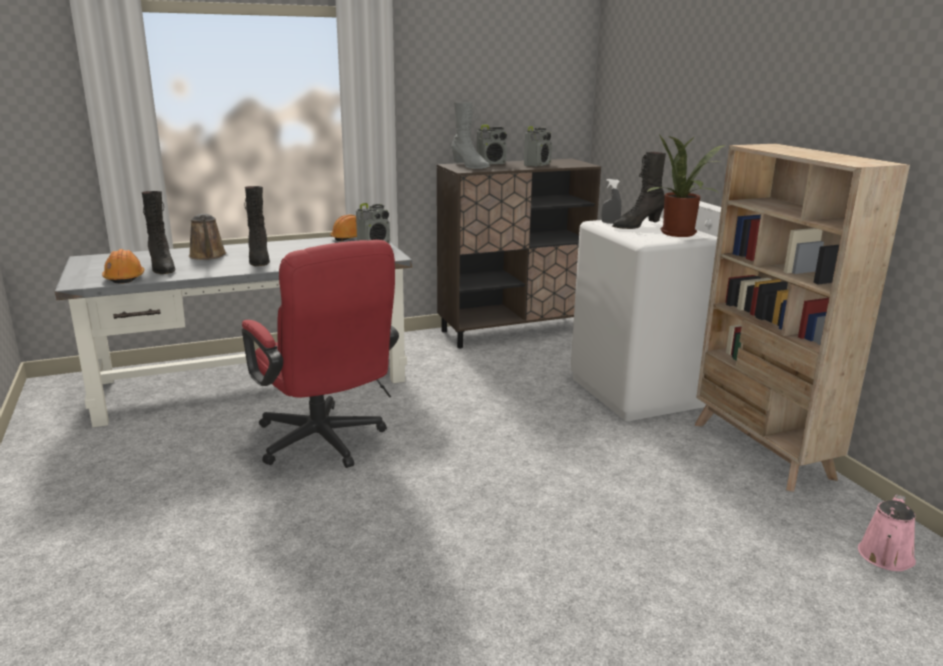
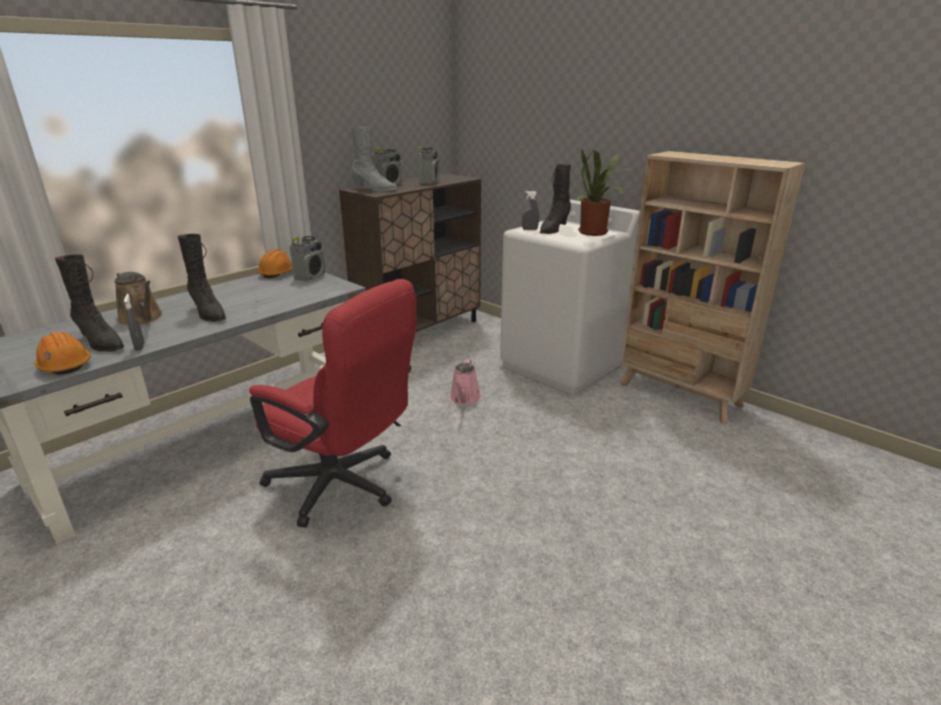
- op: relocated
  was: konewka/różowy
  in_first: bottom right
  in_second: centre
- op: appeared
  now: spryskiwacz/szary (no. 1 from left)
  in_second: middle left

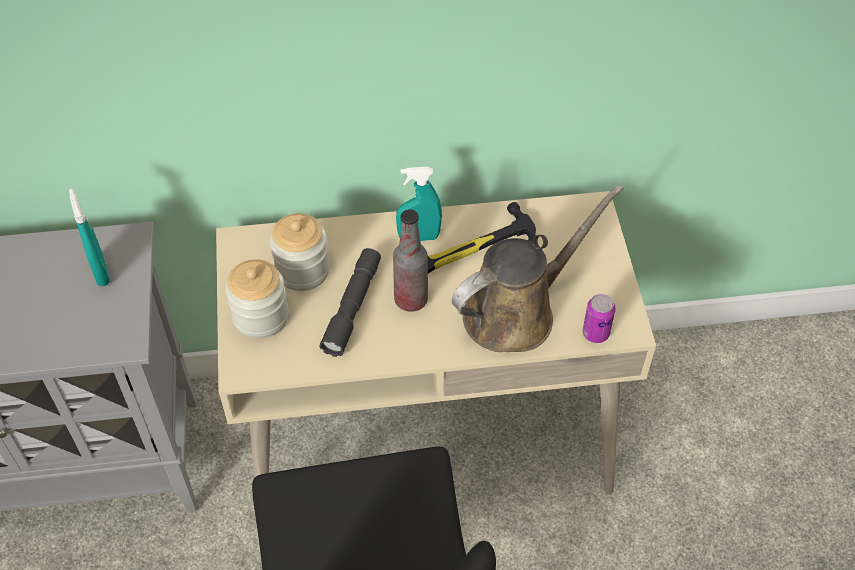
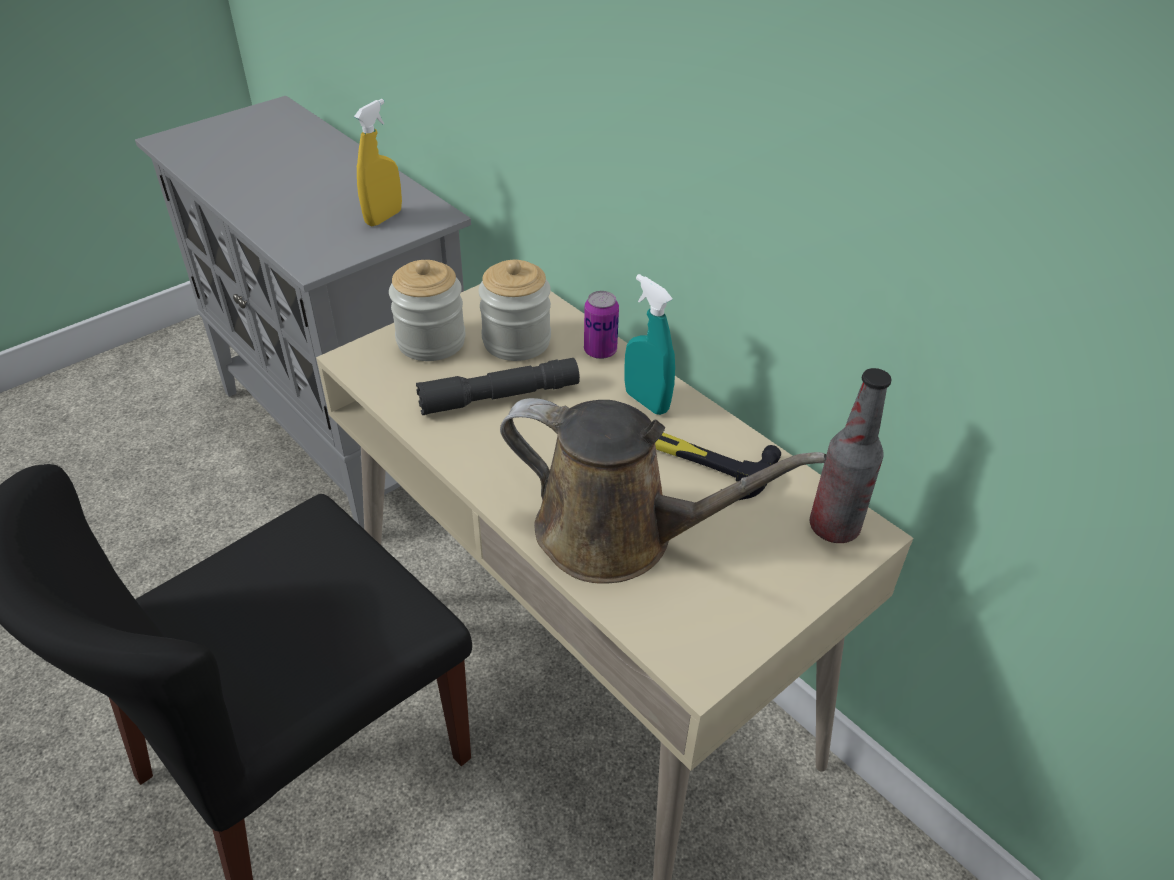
- op: colour
  was: spryskiwacz/turkusowy (no. 1 from left)
  now: spryskiwacz/żółty
  in_first: middle left
  in_second: top left
- op: relocated
  was: butelka
  in_first: centre
  in_second: middle right
- op: relocated
  was: puszka
  in_first: middle right
  in_second: centre

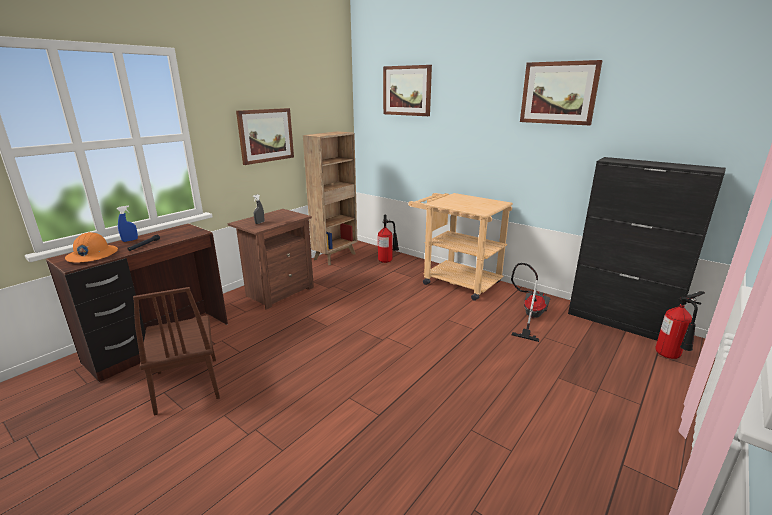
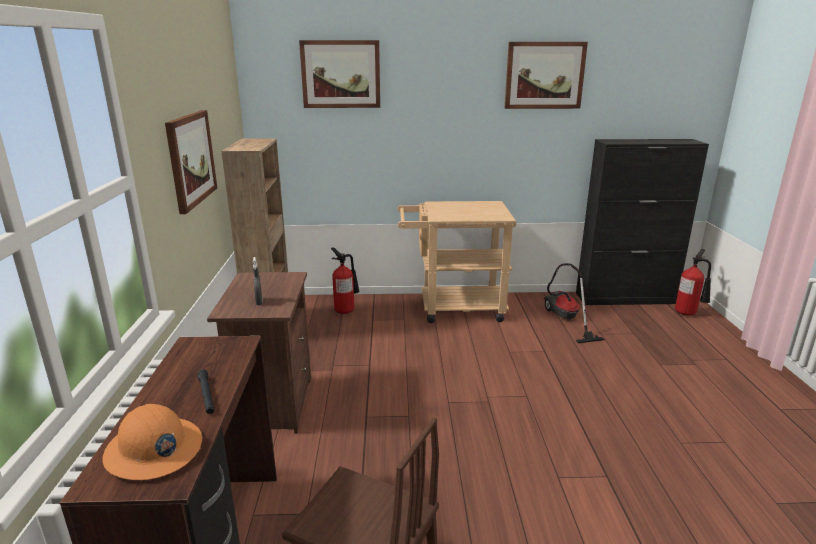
- op: missing
  was: spryskiwacz/niebieski
  in_first: middle left

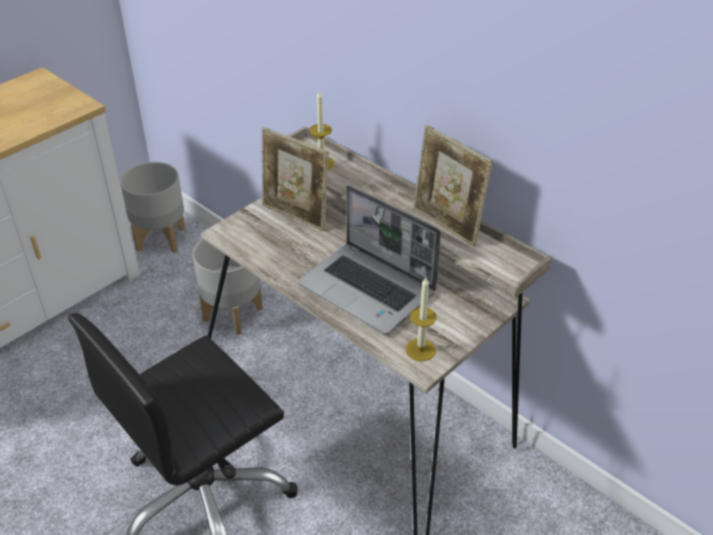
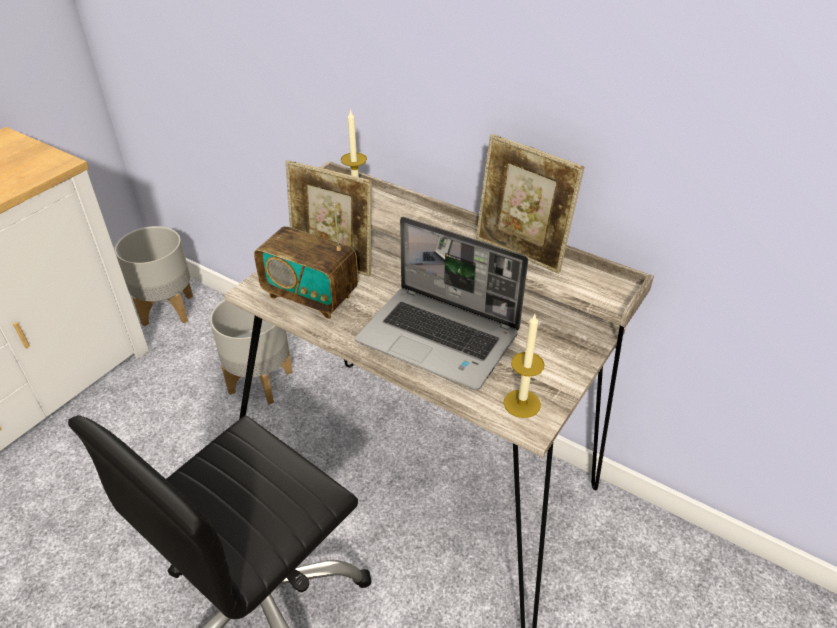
- op: appeared
  now: radio
  in_second: centre

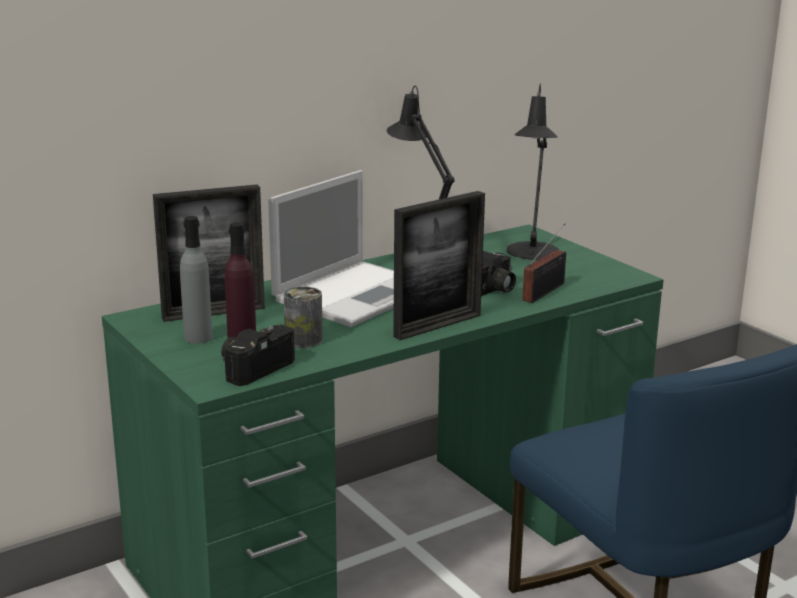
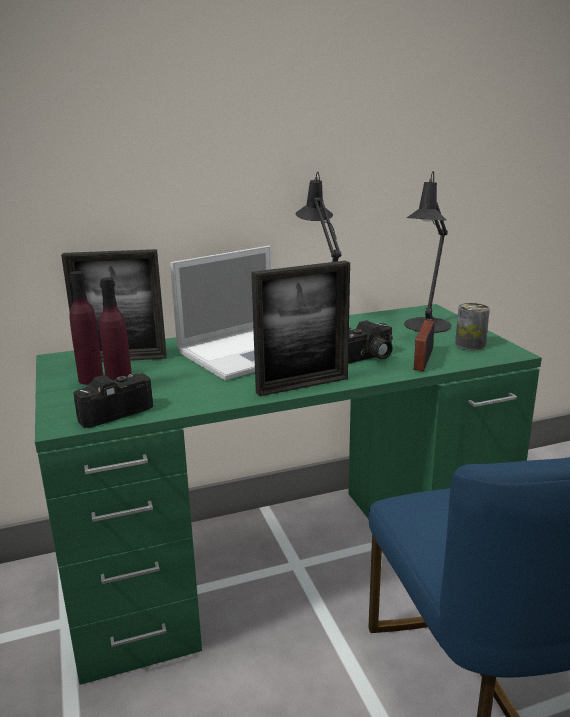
- op: colour
  was: butelka/szary
  now: butelka/fioletowy (no. 1 from left)
  in_first: middle left
  in_second: middle left
- op: spun
  was: radio
  in_first: middle right
  in_second: middle right
  clockwise: 150
- op: relocated
  was: puszka
  in_first: centre
  in_second: middle right

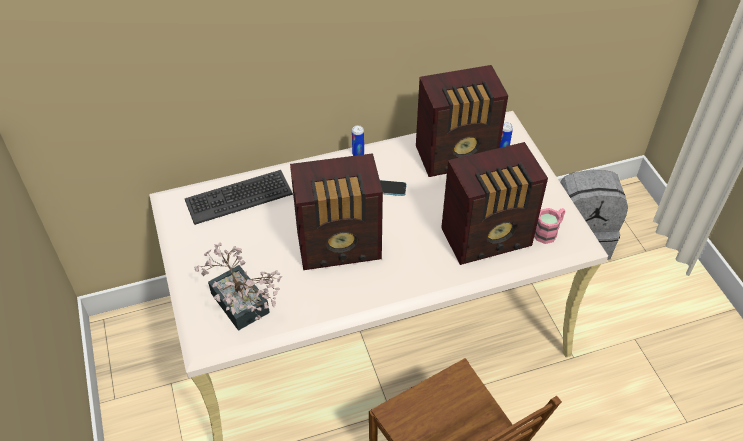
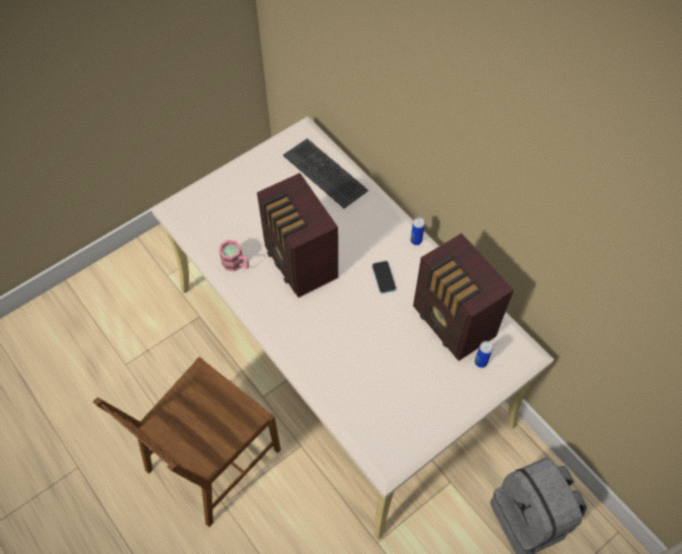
- op: missing
  was: radio (no. 3 from left)
  in_first: centre
- op: relocated
  was: kubek/różowy
  in_first: middle right
  in_second: centre
- op: missing
  was: roślina doniczkowa
  in_first: middle left

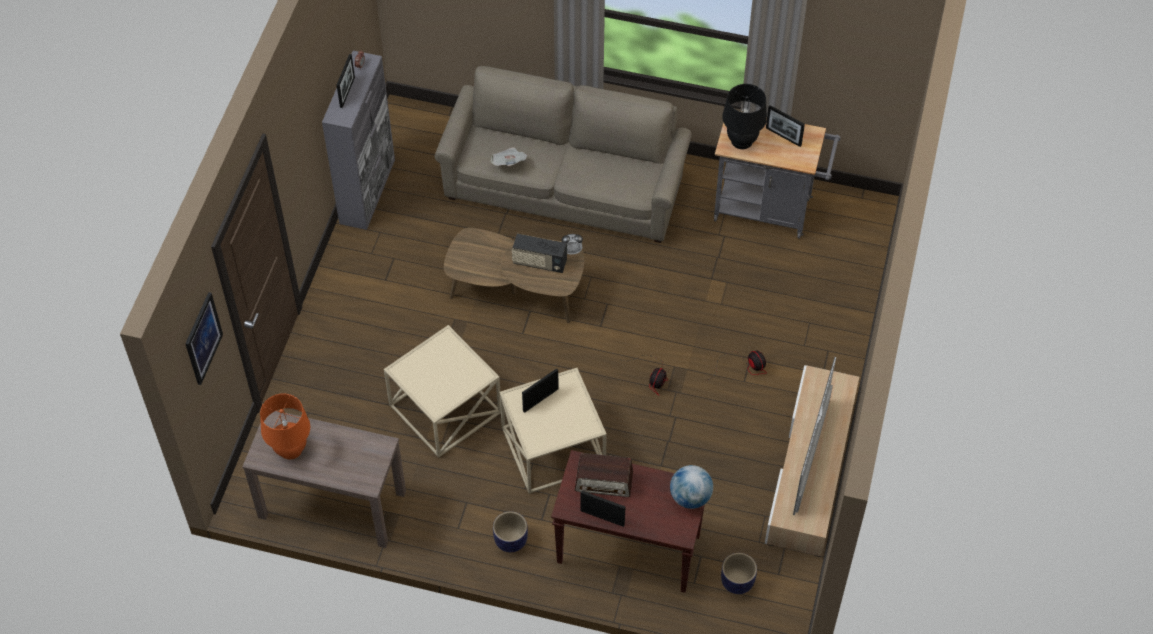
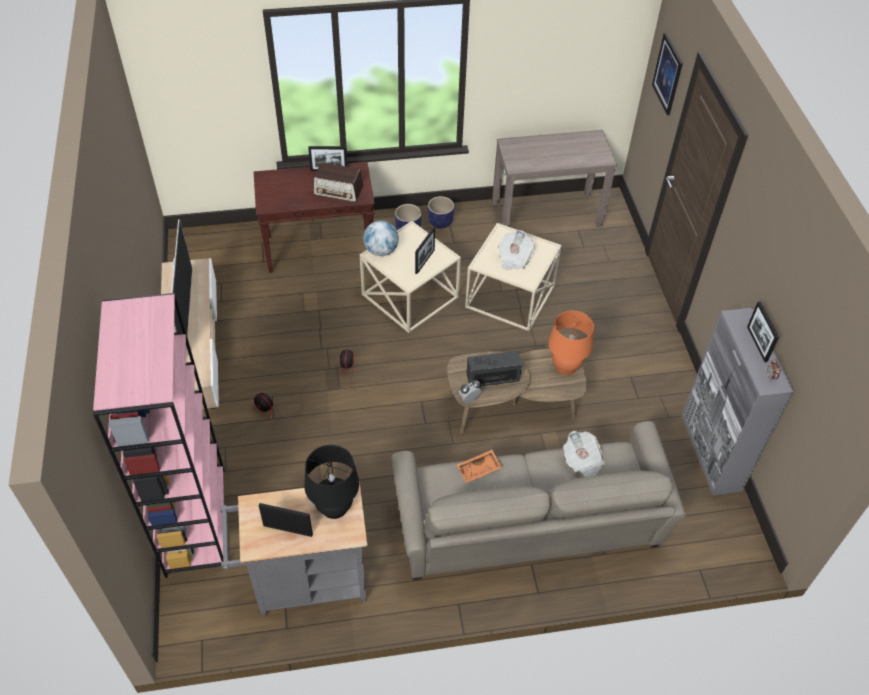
- op: relocated
  was: lampa stołowa/pomarańczowy
  in_first: bottom left
  in_second: centre
- op: spun
  was: radio (no. 2 from left in the first image)
  in_first: bottom centre
  in_second: top centre
  clockwise: -150
- op: relocated
  was: globus
  in_first: bottom centre
  in_second: centre
- op: relocated
  was: donica (no. 2 from left)
  in_first: bottom centre
  in_second: top centre
- op: appeared
  now: gazeta (no. 1 from left)
  in_second: centre
- op: appeared
  now: regał/różowy
  in_second: middle left
- op: appeared
  now: taca/pomarańczowy
  in_second: bottom centre

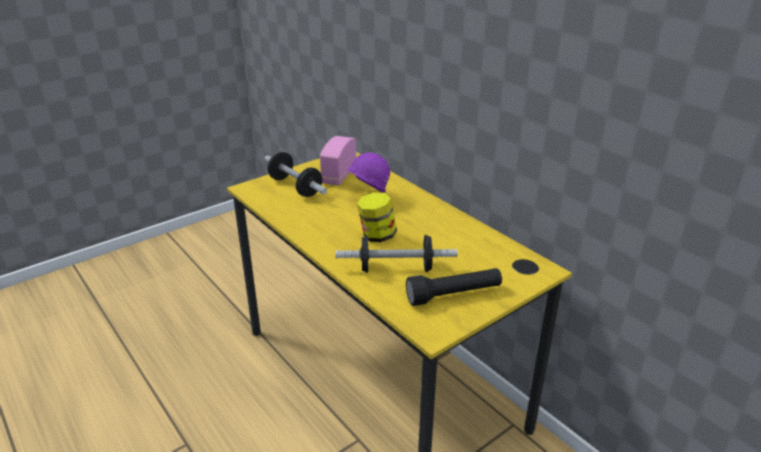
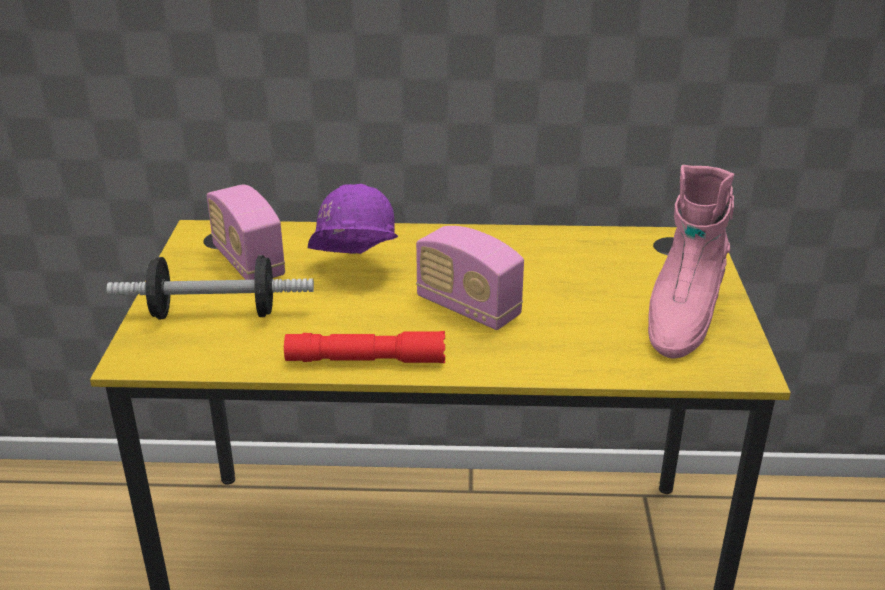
- op: exchanged
  was: słoik
  now: radio (no. 2 from left)
  in_first: centre
  in_second: centre
- op: missing
  was: hantel (no. 2 from left)
  in_first: centre
- op: exchanged
  was: latarka/czarny
  now: but z cholewką/różowy
  in_first: centre
  in_second: middle right
- op: appeared
  now: latarka/czerwony
  in_second: centre

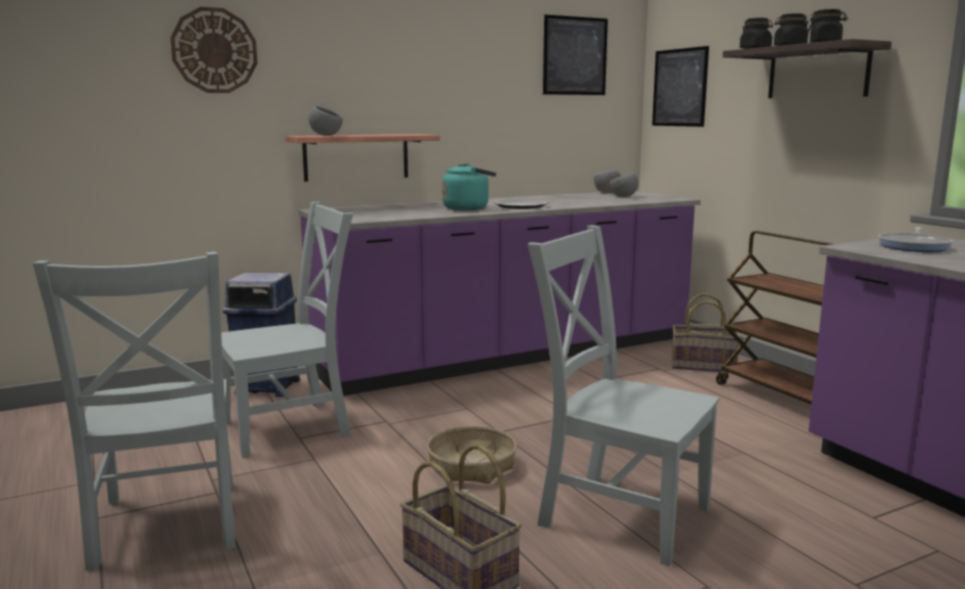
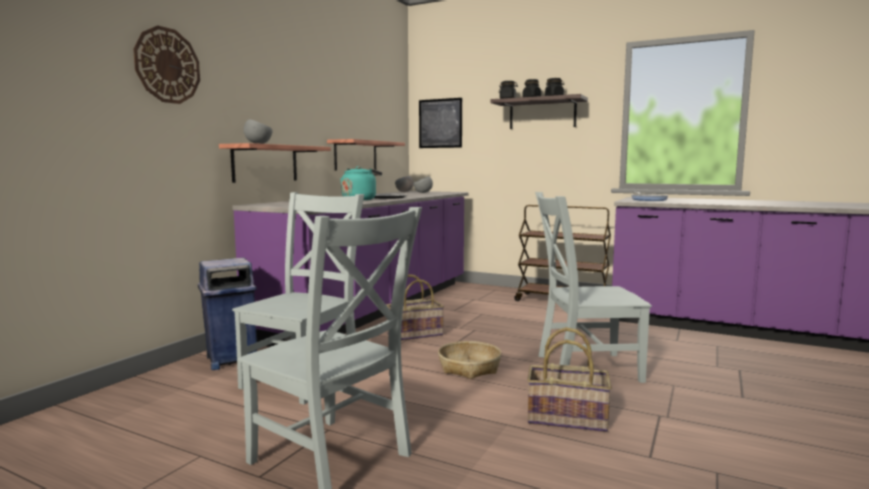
- op: missing
  was: obraz (no. 1 from left)
  in_first: top centre
- op: relocated
  was: koszyk (no. 3 from left in the first image)
  now: koszyk (no. 1 from left)
  in_first: middle right
  in_second: centre
- op: appeared
  now: półka (no. 2 from left)
  in_second: top centre

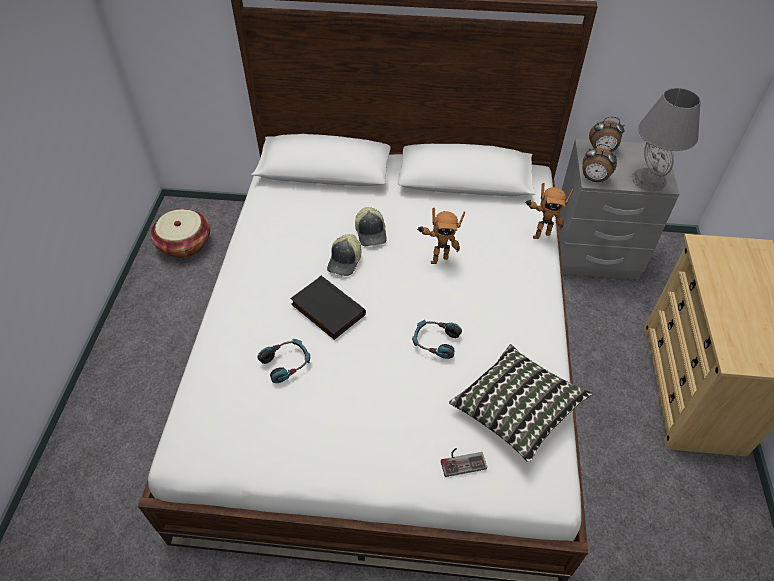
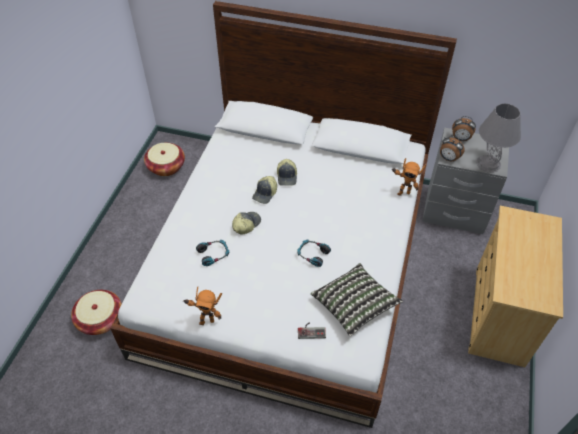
- op: relocated
  was: robot zabawkowy (no. 1 from left)
  in_first: centre
  in_second: bottom centre
- op: exchanged
  was: książka/czarny
  now: czapka z daszkiem (no. 1 from left)
  in_first: centre
  in_second: centre
- op: appeared
  now: koszyk (no. 1 from left)
  in_second: bottom left

